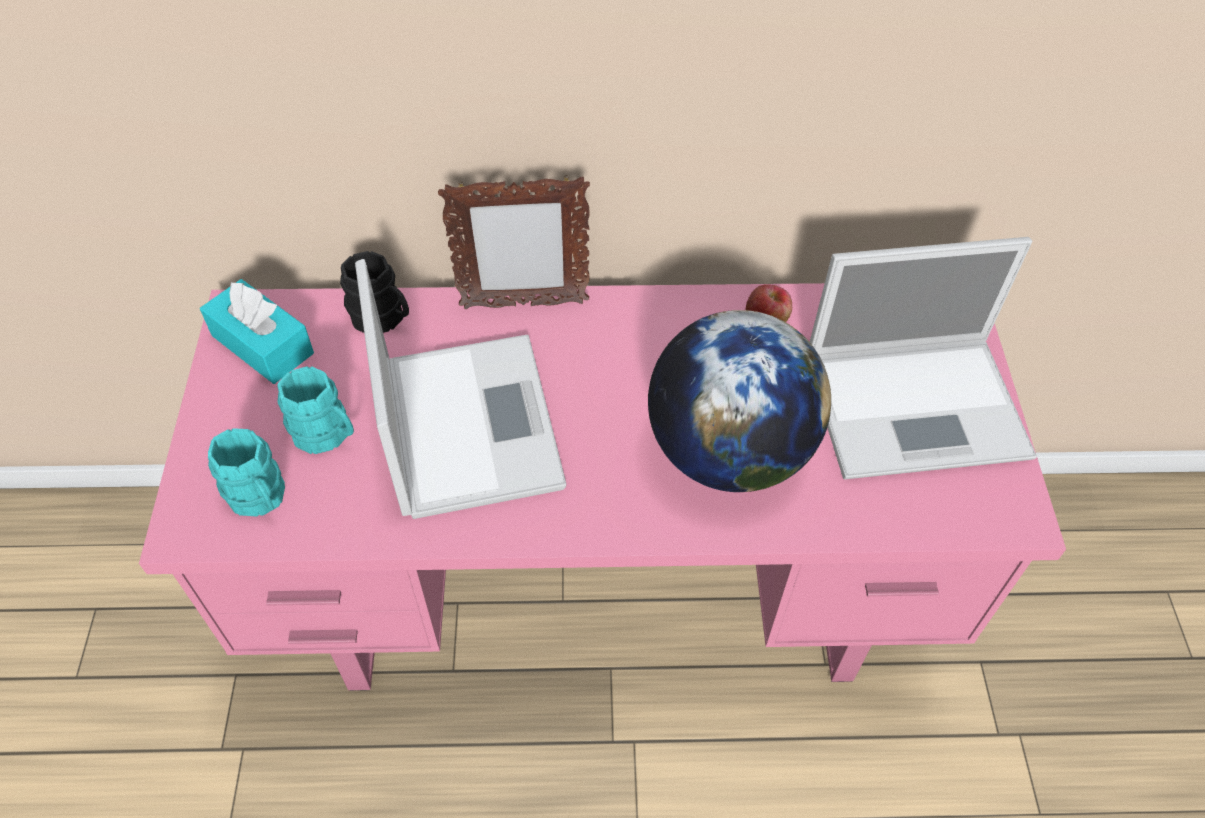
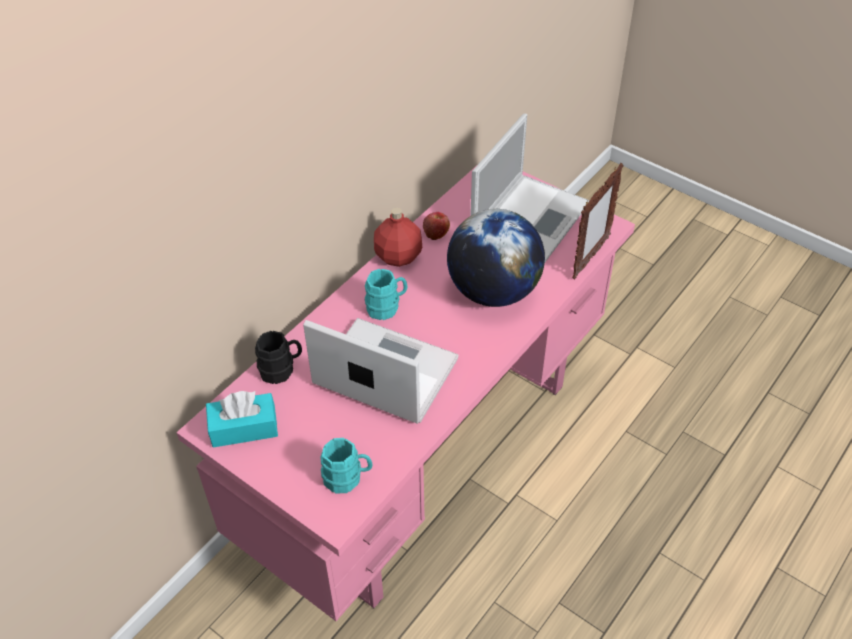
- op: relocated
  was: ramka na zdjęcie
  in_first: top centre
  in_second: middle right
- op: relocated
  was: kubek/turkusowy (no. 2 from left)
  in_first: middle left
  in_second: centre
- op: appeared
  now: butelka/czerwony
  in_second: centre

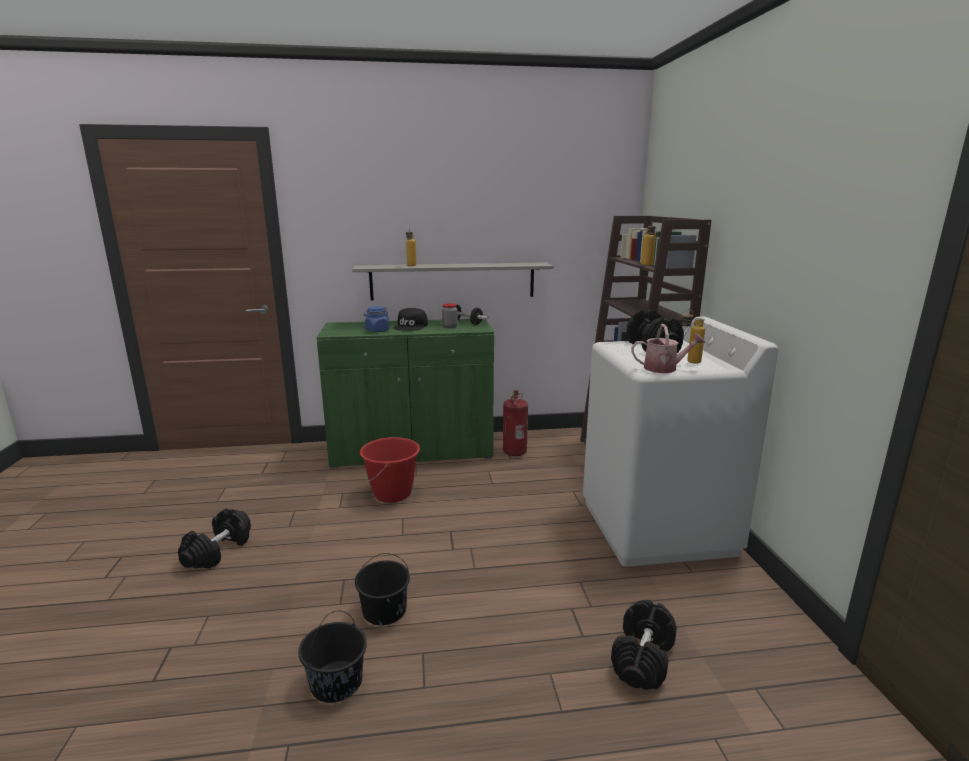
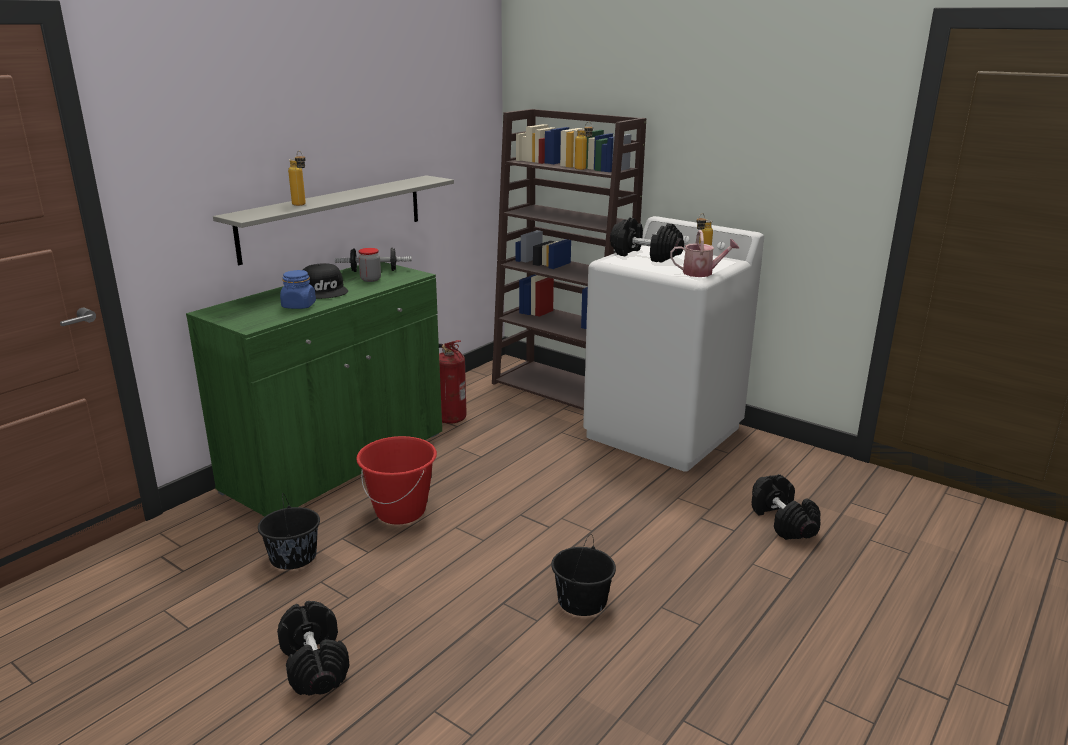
- op: spun
  was: konewka
  in_first: middle right
  in_second: centre
  clockwise: 45
- op: relocated
  was: wiadro/czarny (no. 1 from left)
  in_first: bottom centre
  in_second: bottom left

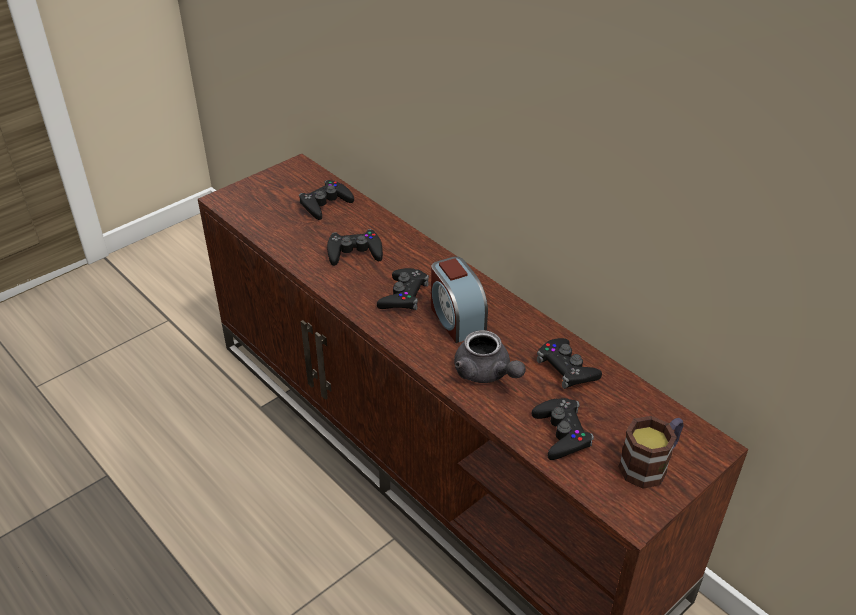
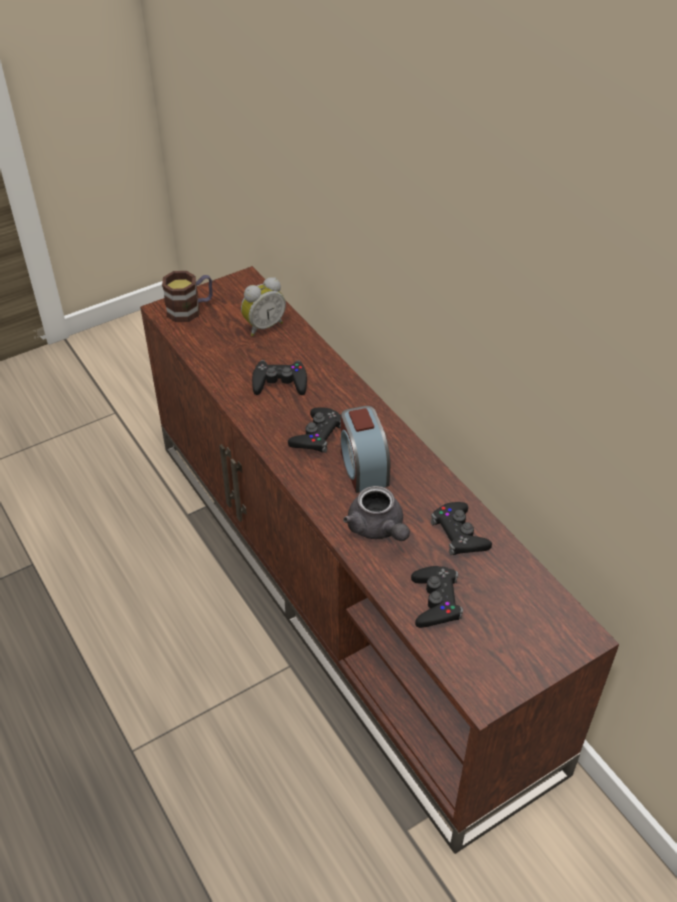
- op: exchanged
  was: pad do gier/czarny (no. 1 from left)
  now: budzik (no. 1 from left)
  in_first: top centre
  in_second: centre
- op: relocated
  was: kubek
  in_first: bottom right
  in_second: top left

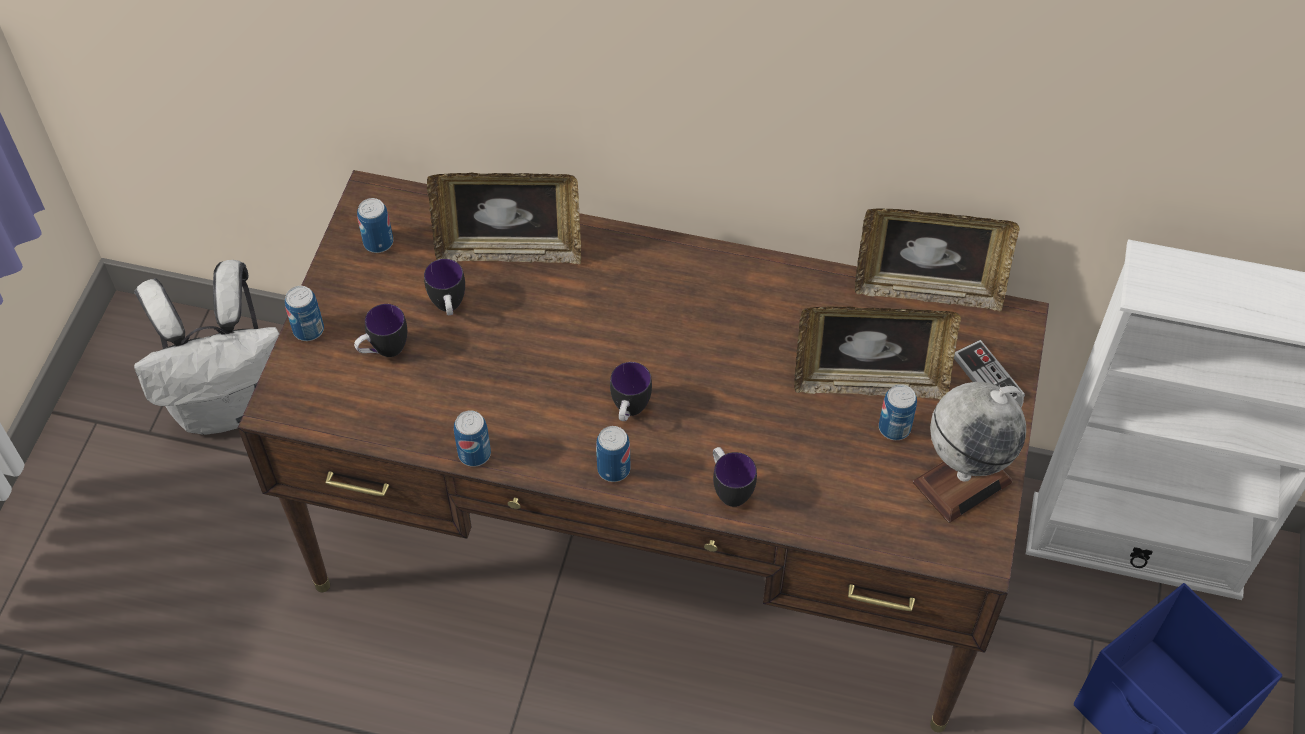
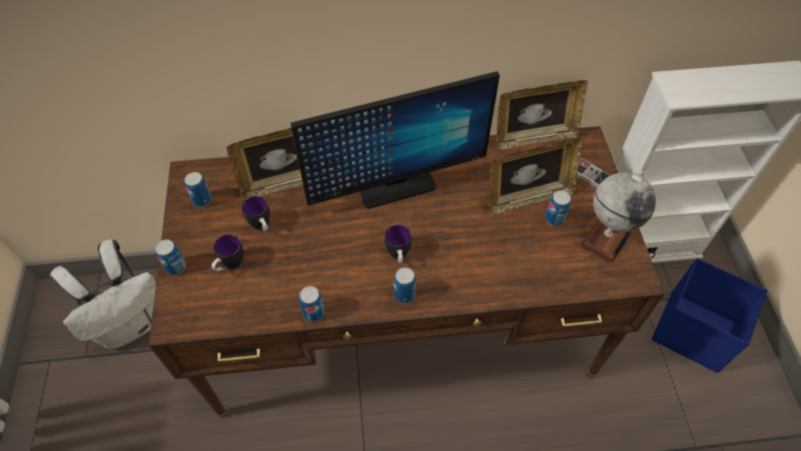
- op: missing
  was: kubek (no. 4 from left)
  in_first: centre
- op: appeared
  now: monitor
  in_second: top centre

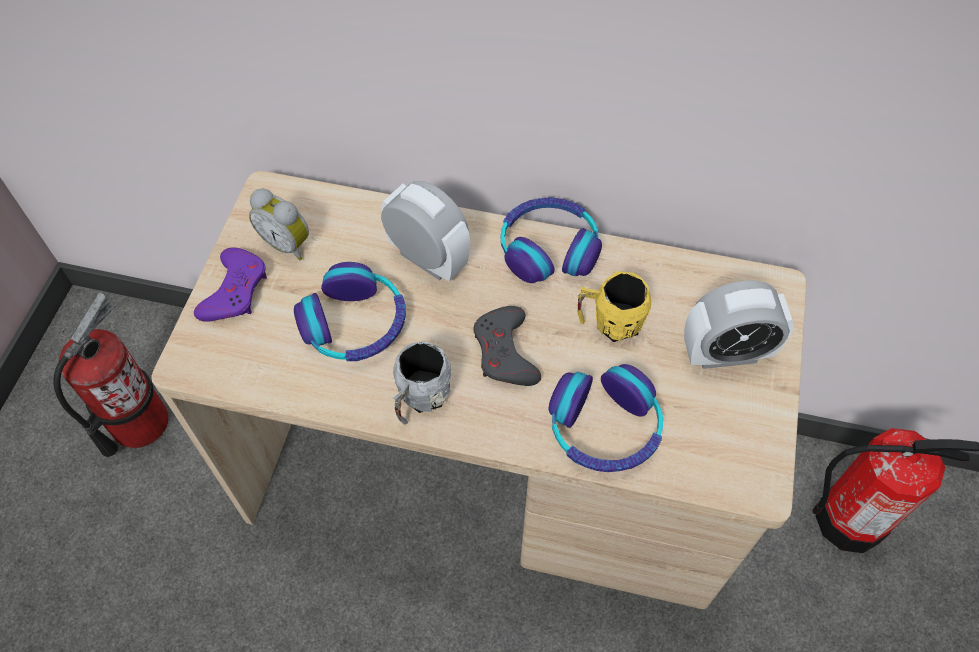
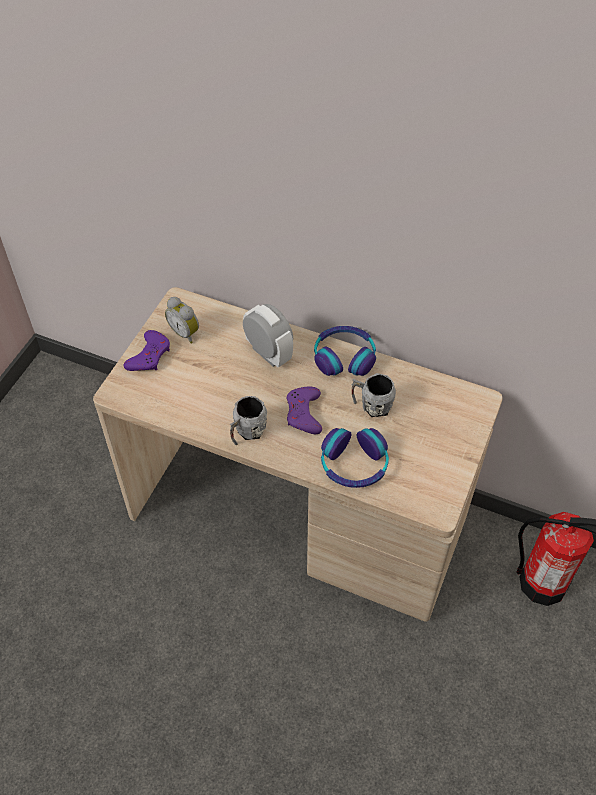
- op: missing
  was: słuchawki (no. 1 from left)
  in_first: centre
- op: colour
  was: kubek/żółty
  now: kubek/szary (no. 2 from left)
  in_first: centre
  in_second: centre
- op: missing
  was: budzik (no. 3 from left)
  in_first: middle right
- op: missing
  was: gaśnica (no. 1 from left)
  in_first: middle left
- op: colour
  was: pad do gier/szary
  now: pad do gier/fioletowy (no. 2 from left)
  in_first: centre
  in_second: centre

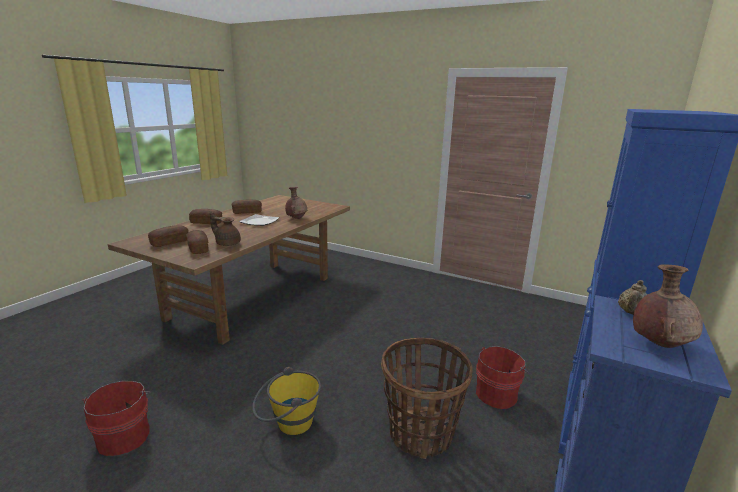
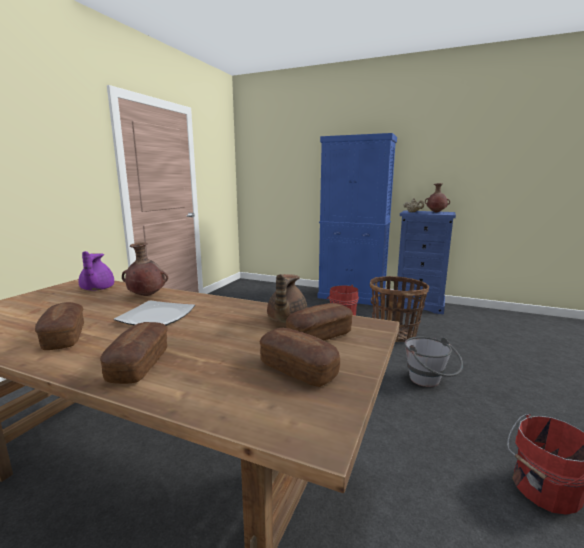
- op: colour
  was: wiadro/żółty
  now: wiadro/szary
  in_first: bottom centre
  in_second: middle right
- op: appeared
  now: imbryk/fioletowy
  in_second: middle left

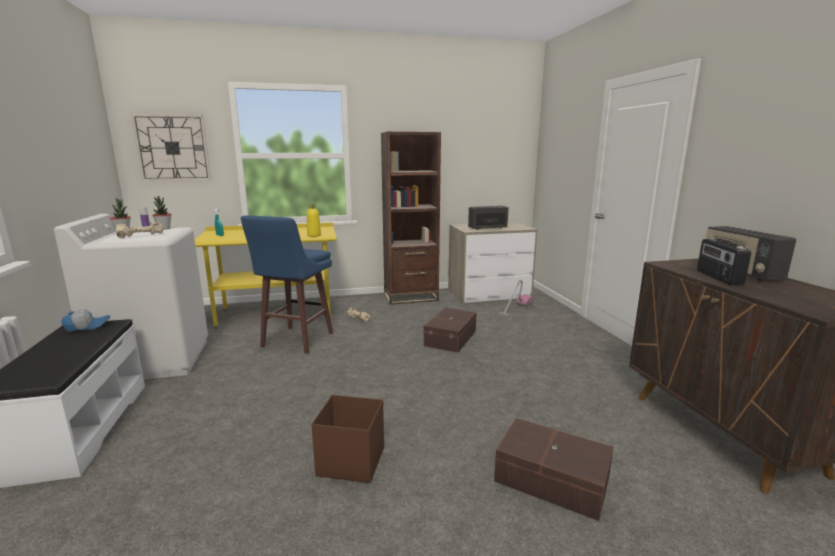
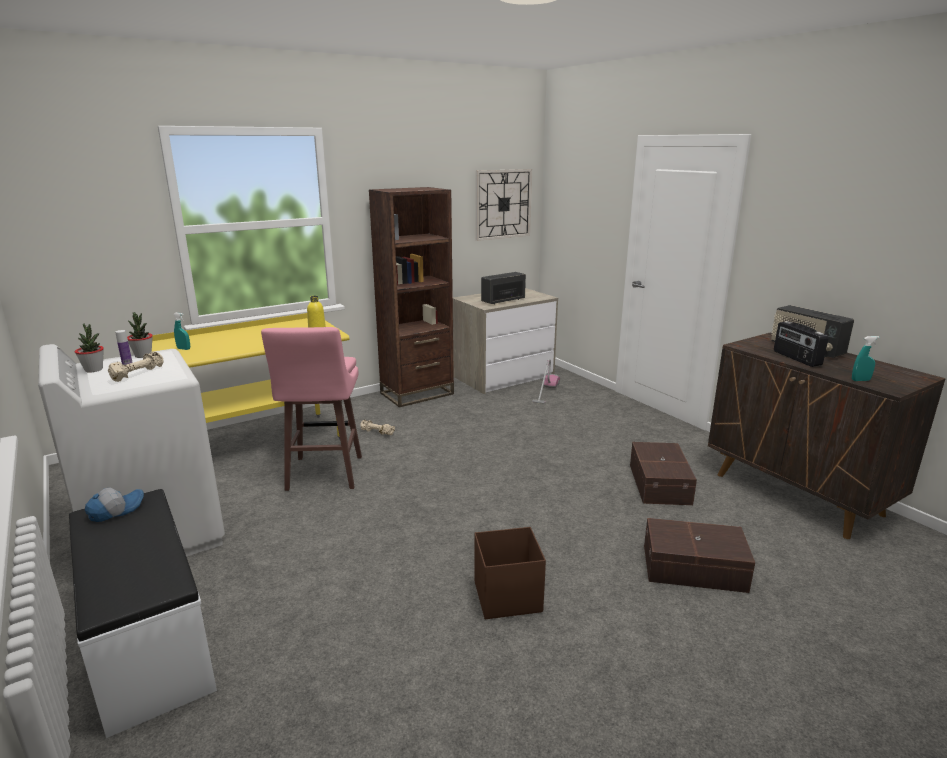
- op: relocated
  was: zegar ścienny
  in_first: top left
  in_second: top centre
- op: colour
  was: stołek/niebieski
  now: stołek/różowy
  in_first: centre
  in_second: middle left
- op: relocated
  was: pojemnik do przechowywania/brązowy (no. 2 from left)
  in_first: centre
  in_second: middle right
- op: appeared
  now: spryskiwacz/turkusowy (no. 2 from left)
  in_second: middle right

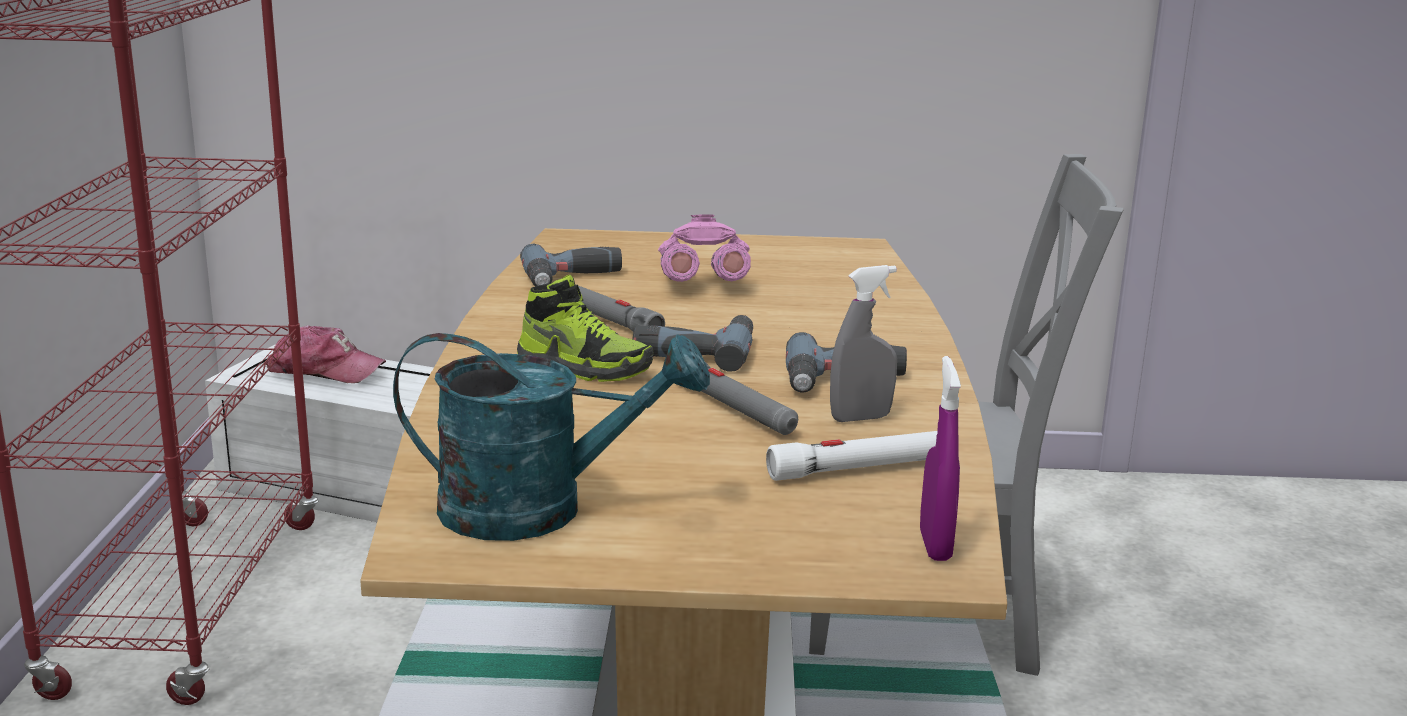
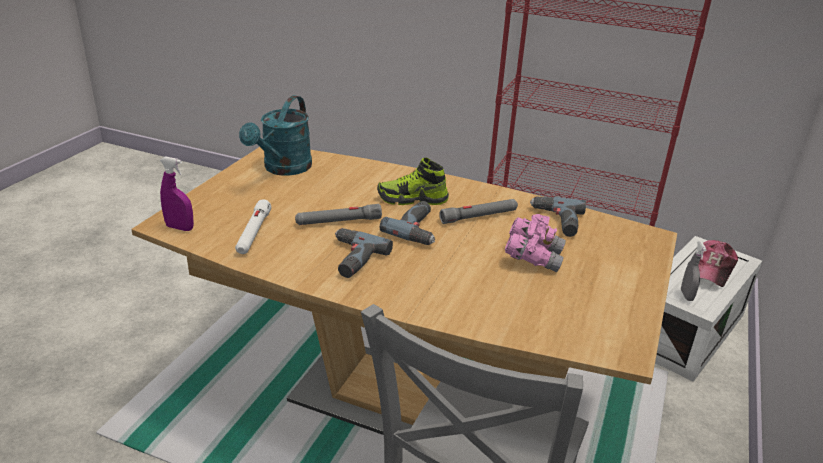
- op: relocated
  was: spryskiwacz/szary
  in_first: centre
  in_second: middle right
- op: spun
  was: but
  in_first: centre
  in_second: centre
  clockwise: 45

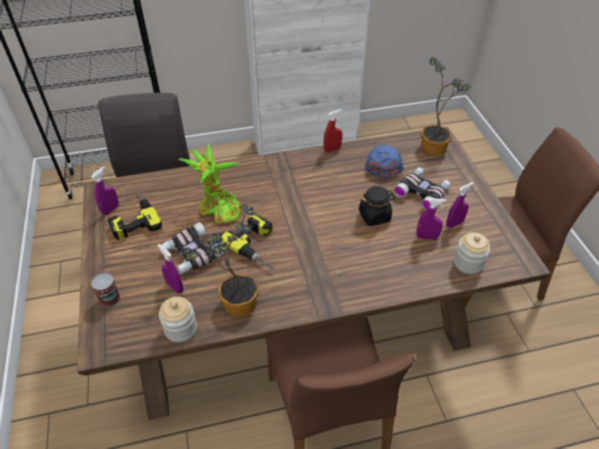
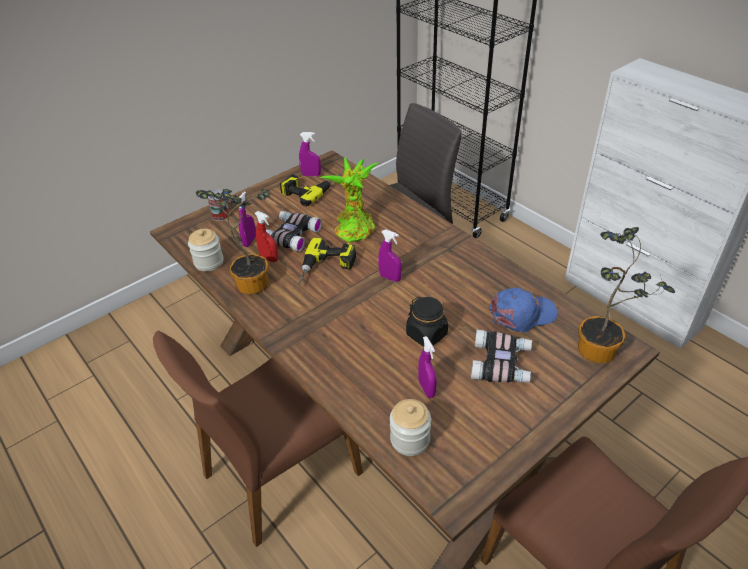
- op: relocated
  was: spryskiwacz/czerwony
  in_first: top centre
  in_second: centre
- op: relocated
  was: spryskiwacz/fioletowy (no. 4 from left in the first image)
  now: spryskiwacz/fioletowy (no. 3 from left)
  in_first: middle right
  in_second: centre

